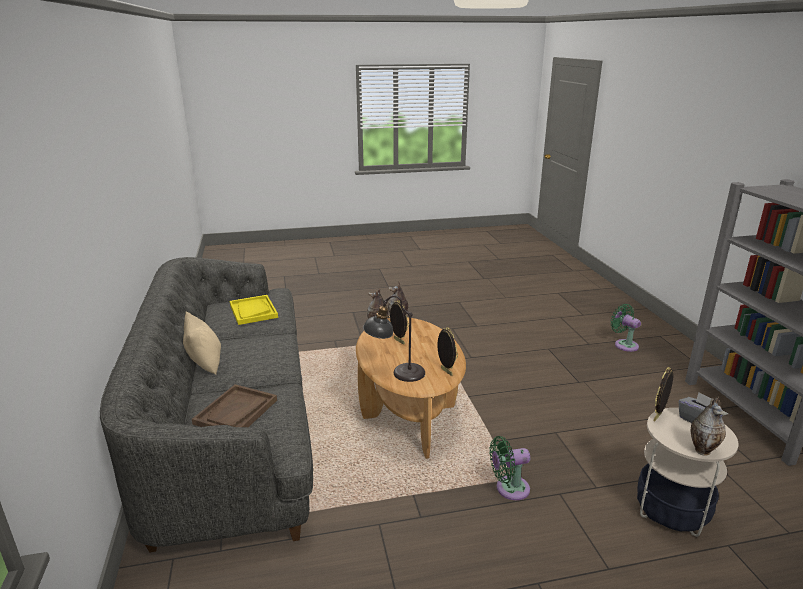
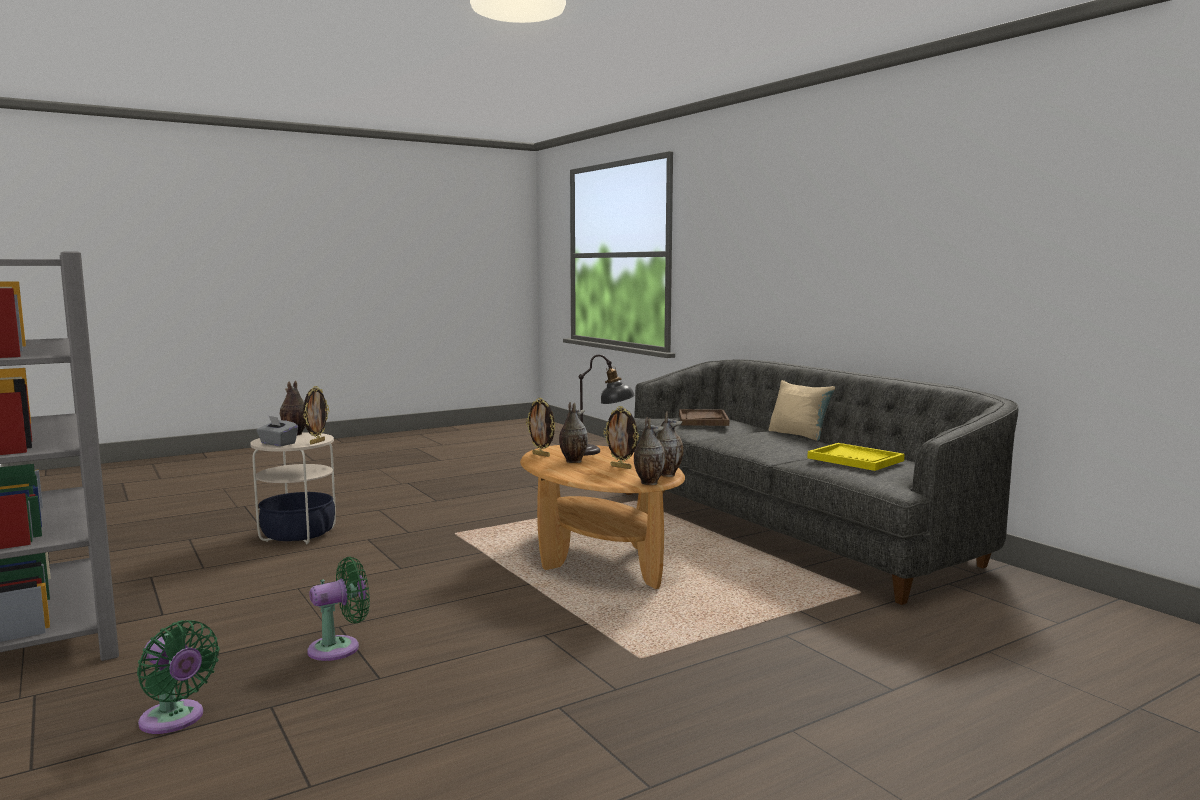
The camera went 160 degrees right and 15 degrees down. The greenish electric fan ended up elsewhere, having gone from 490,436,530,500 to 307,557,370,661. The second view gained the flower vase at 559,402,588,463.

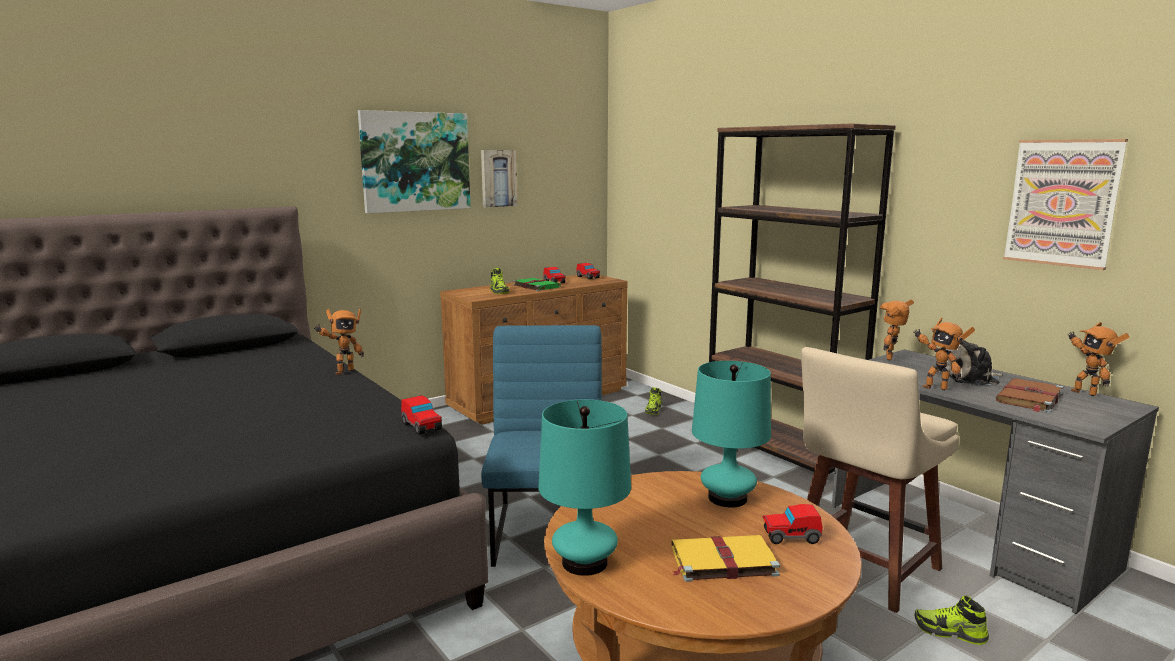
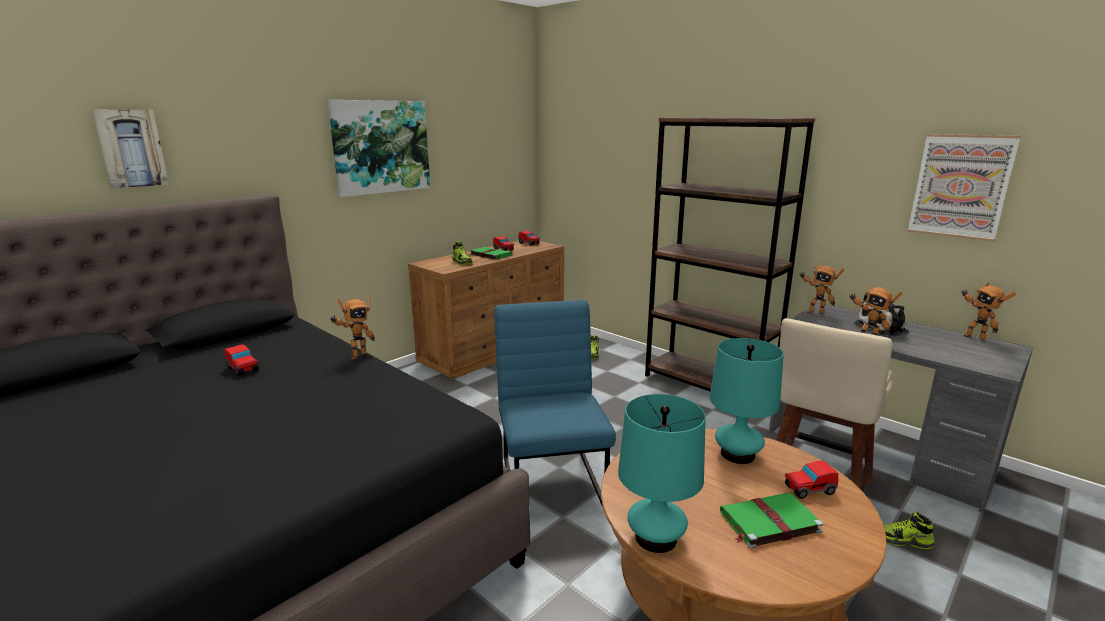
The camera went 10 degrees left and 5 degrees up. The wall picture ended up elsewhere, having gone from 481,150,518,208 to 92,110,169,189. The robot figure at 879,300,914,360 ended up facing another way, 90 degrees counterclockwise from before. The second view lost the brown bound book at 995,378,1064,413. The model car ended up elsewhere, having gone from 401,395,442,435 to 224,344,259,376. What was the yellowish bound book at 671,535,780,582 turned into the greenish bound book at 720,493,823,548.

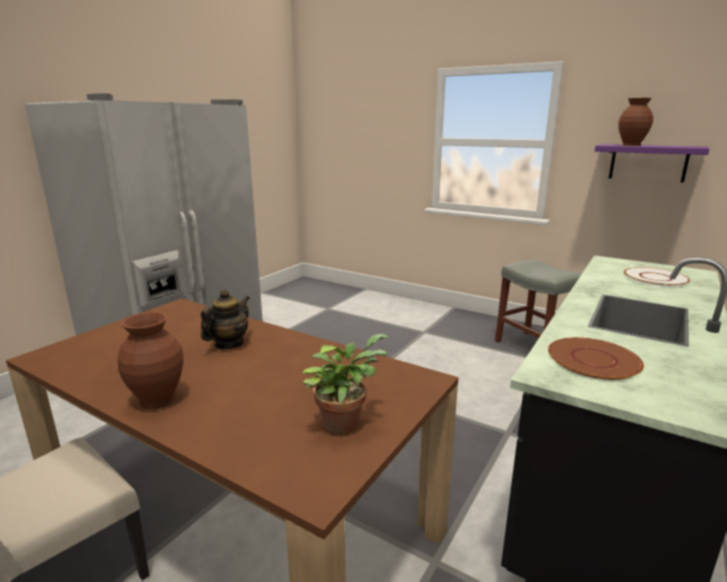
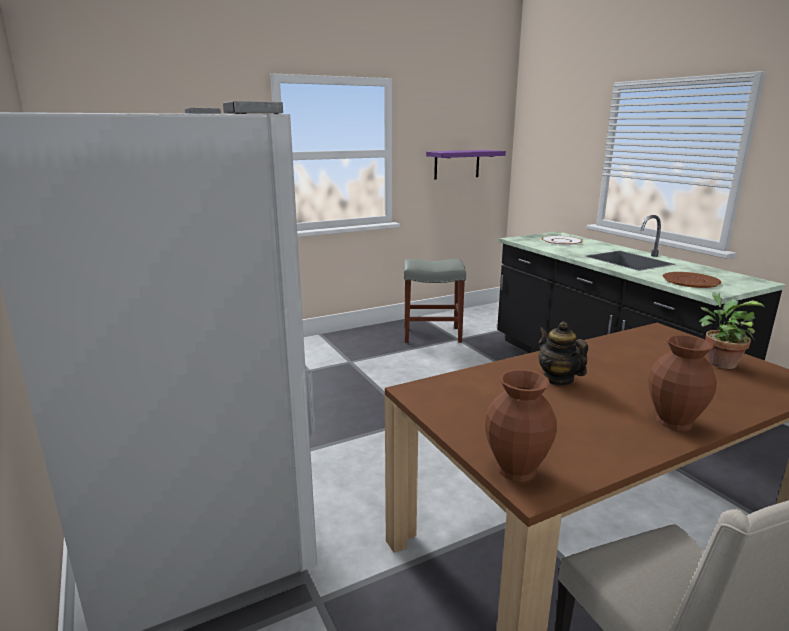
The camera went 60 degrees left and 0 degrees up. The brown flower vase ended up elsewhere, having gone from 618,98,653,146 to 485,369,557,482.

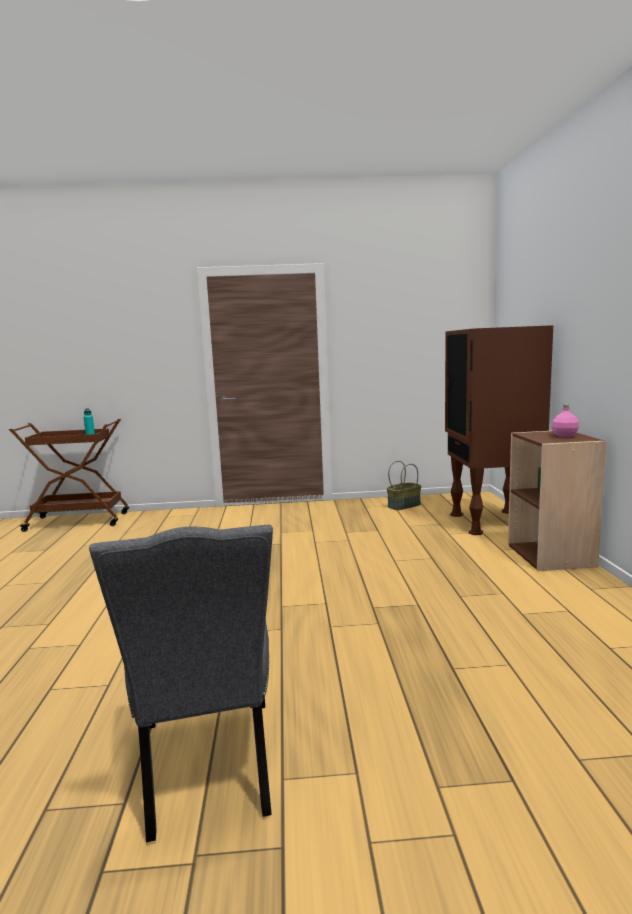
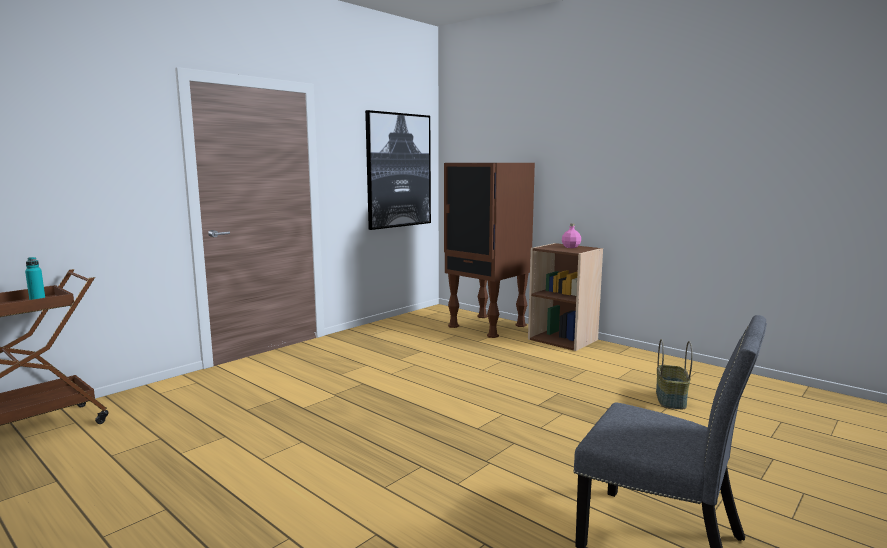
The camera went 45 degrees left and 0 degrees up. The household basket ended up elsewhere, having gone from 387,461,421,510 to 656,339,693,409. The second view gained the wall picture at 365,110,431,230.

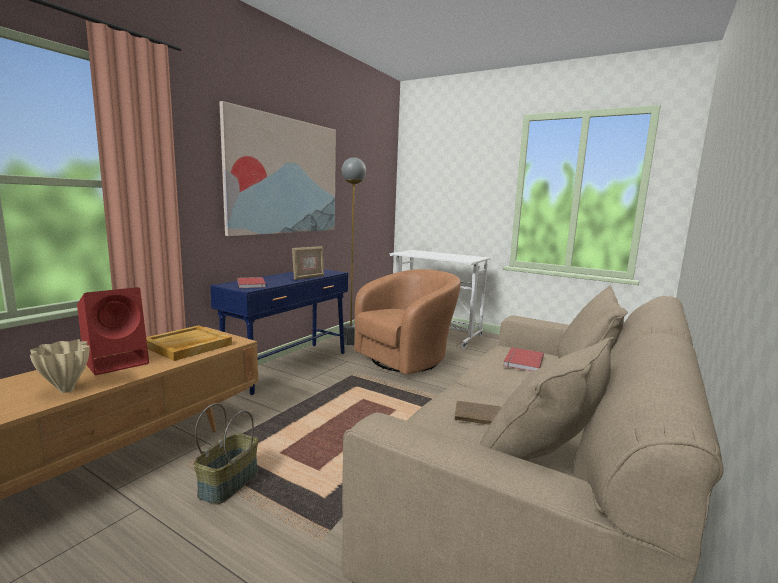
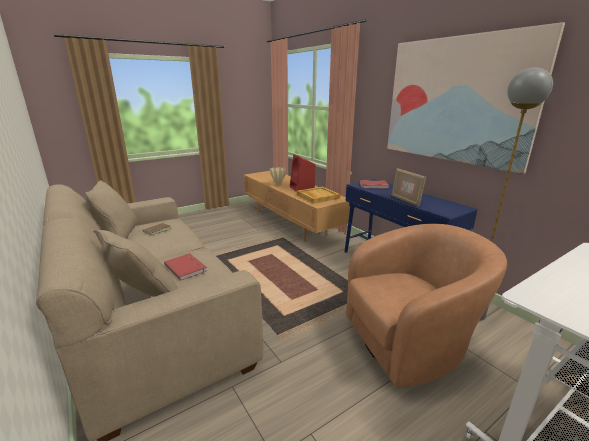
The camera went 115 degrees right and 10 degrees up. The brown armchair at 354,269,461,374 ended up facing another way, 90 degrees counterclockwise from before. The second view lost the household basket at 194,403,258,505.

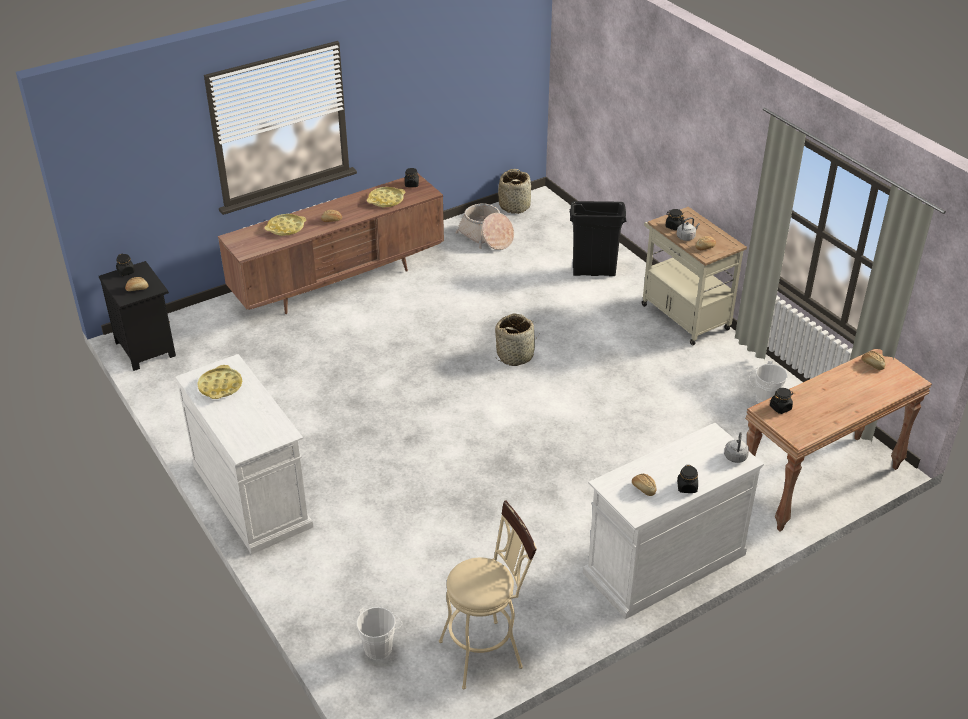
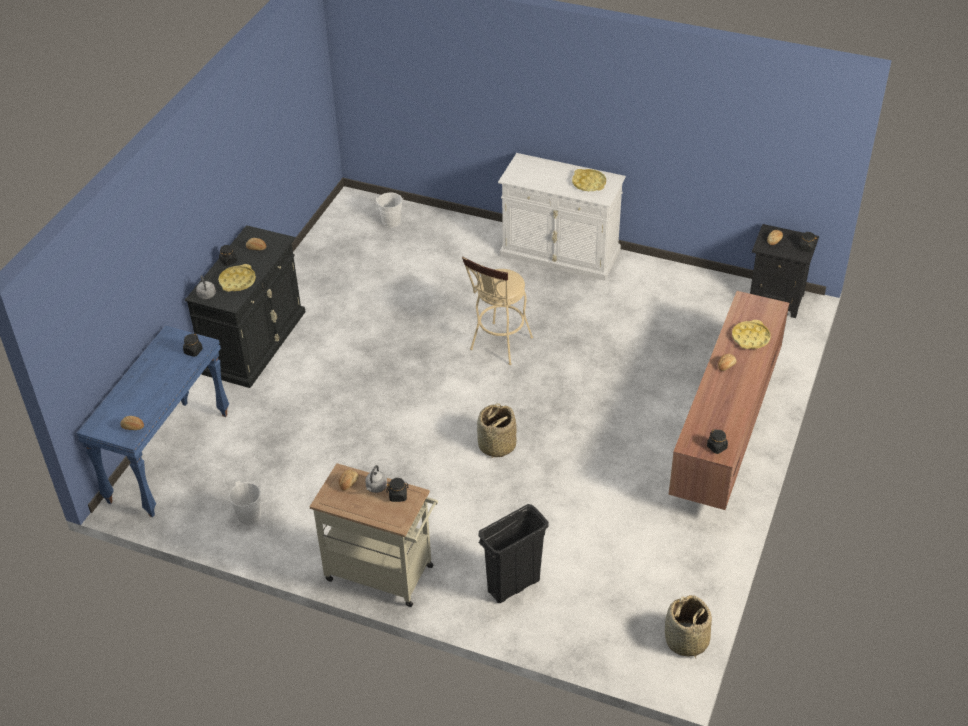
The camera went 145 degrees right and 5 degrees up. The yellowish carrying tray ended up elsewhere, having gone from 367,187,405,208 to 218,264,256,292. The second view lost the household basket at 455,203,514,250. What was the brown console table at 745,349,932,532 turned into the blue-coloured console table at 76,326,229,517. What was the white-coloured chest of drawers at 583,423,764,619 turned into the black chest of drawers at 185,225,305,388. The beige-coloured stool ended up elsewhere, having gone from 439,500,537,689 to 462,257,533,365.

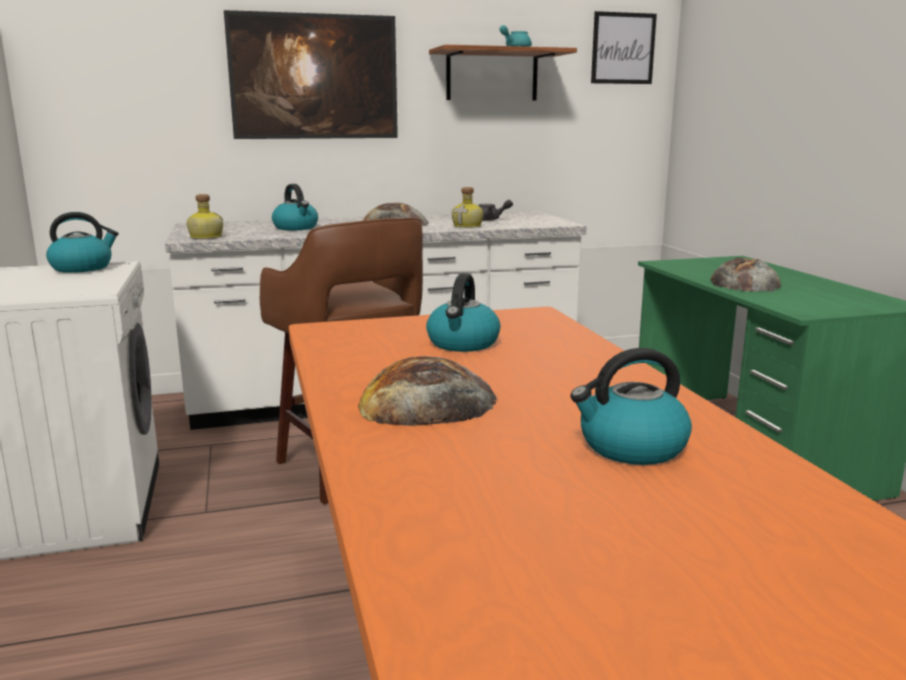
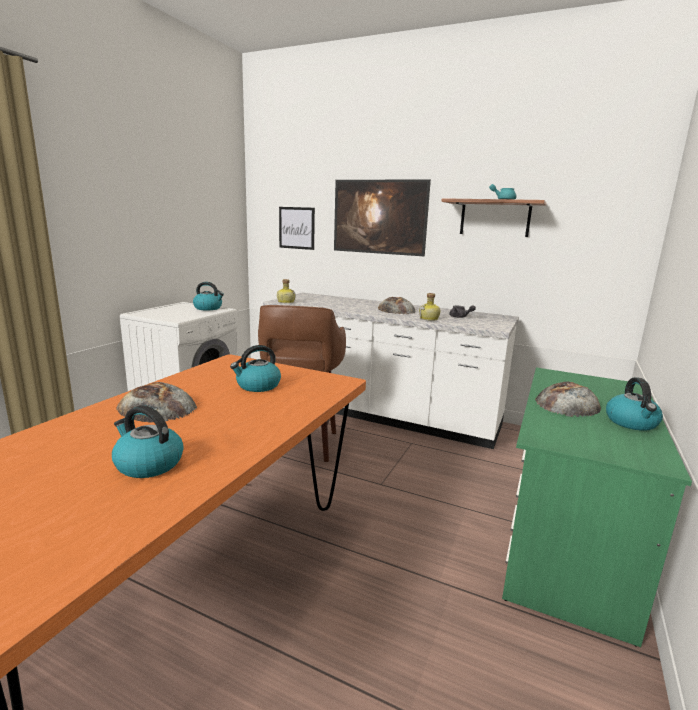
The camera went 40 degrees right and 0 degrees up. The wall picture ended up elsewhere, having gone from 591,11,657,84 to 279,207,315,250. The tea kettle ended up elsewhere, having gone from 272,184,318,230 to 606,377,663,431.

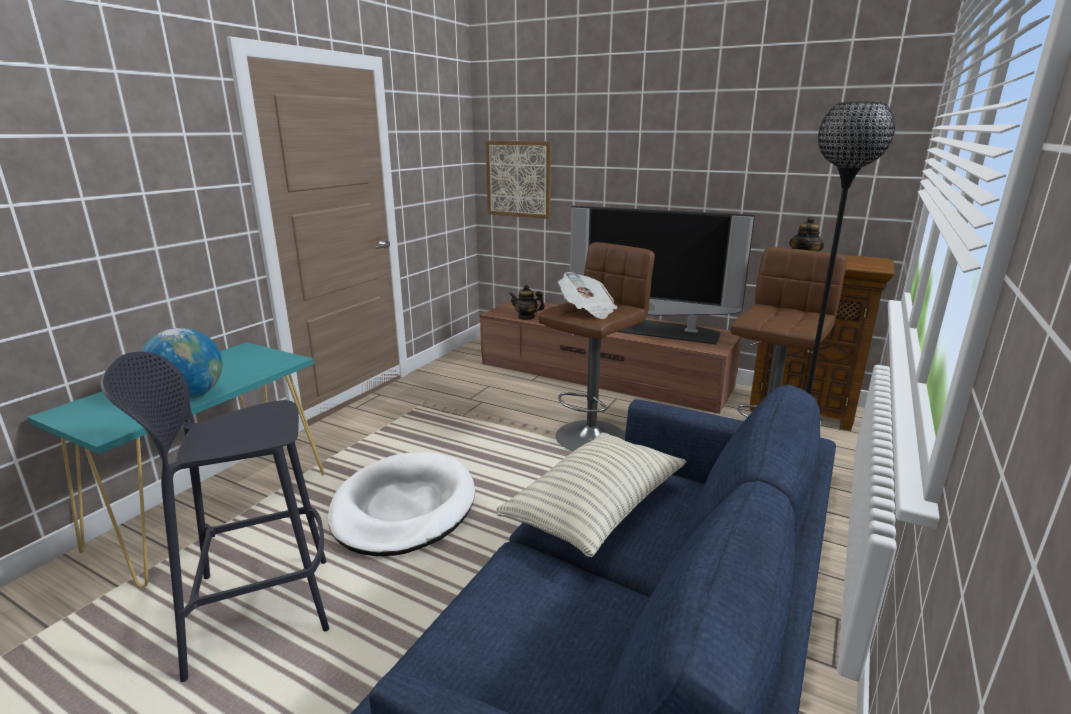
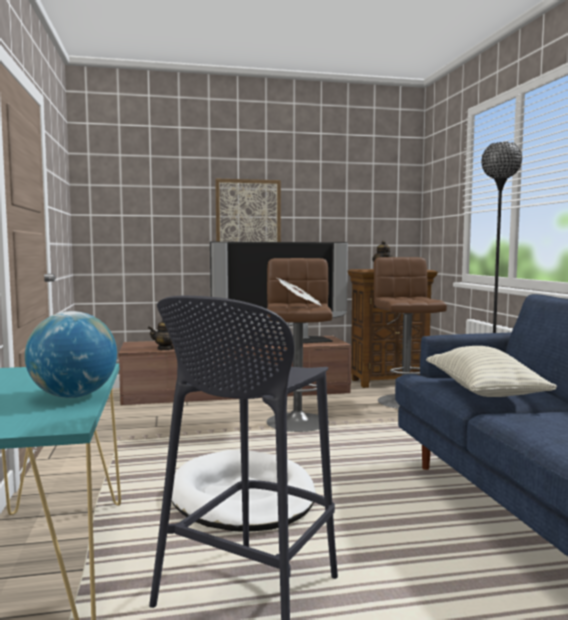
The camera went 40 degrees left and 15 degrees down. The wall picture ended up elsewhere, having gone from 486,140,551,219 to 215,179,281,242.

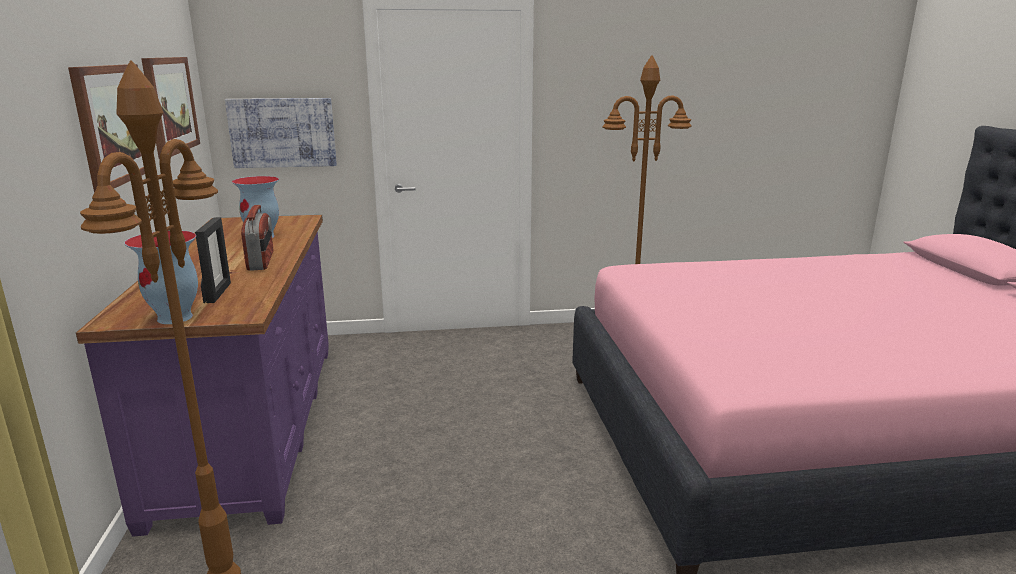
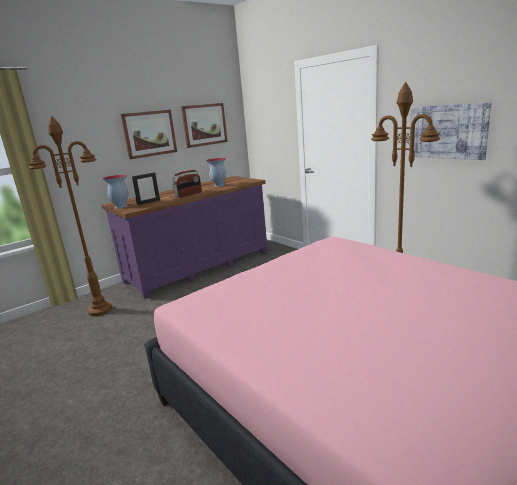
The camera went 60 degrees right and 0 degrees up. The wall picture ended up elsewhere, having gone from 225,98,337,168 to 409,102,491,160.

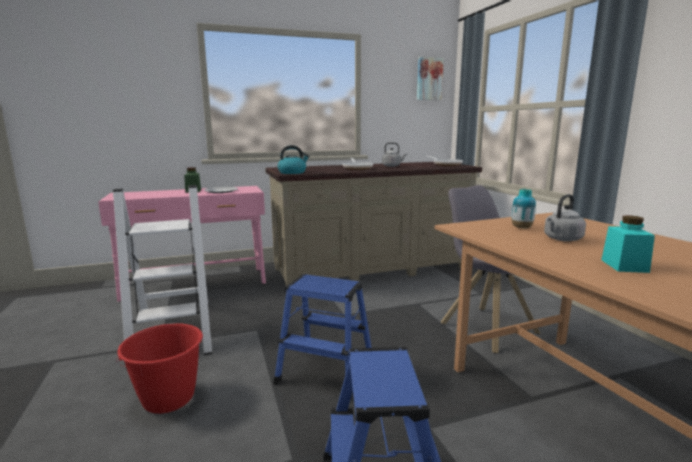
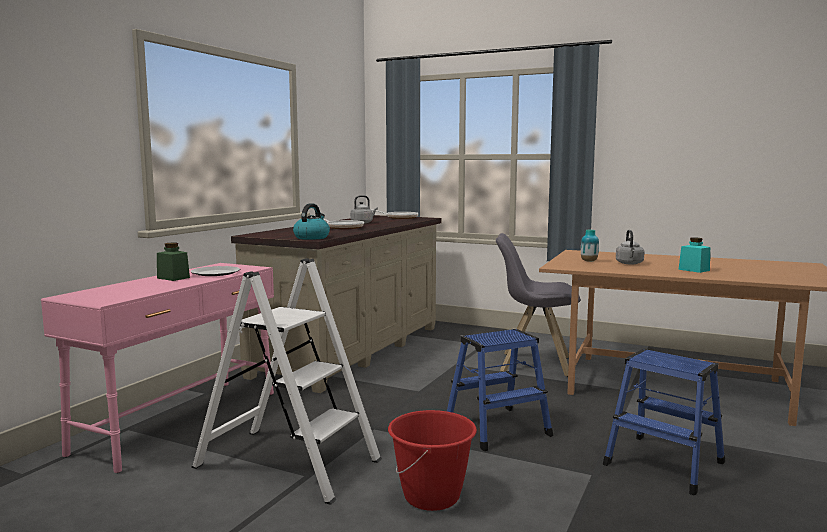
The camera went 45 degrees left and 5 degrees down. The second view lost the wall picture at 417,57,444,100.

